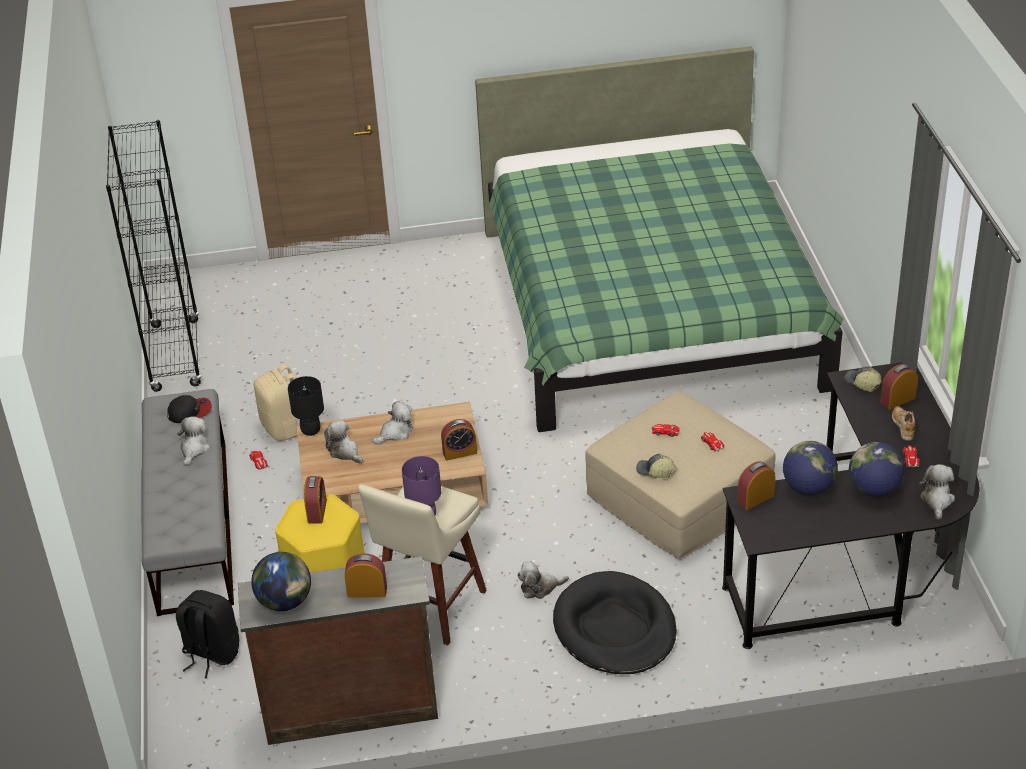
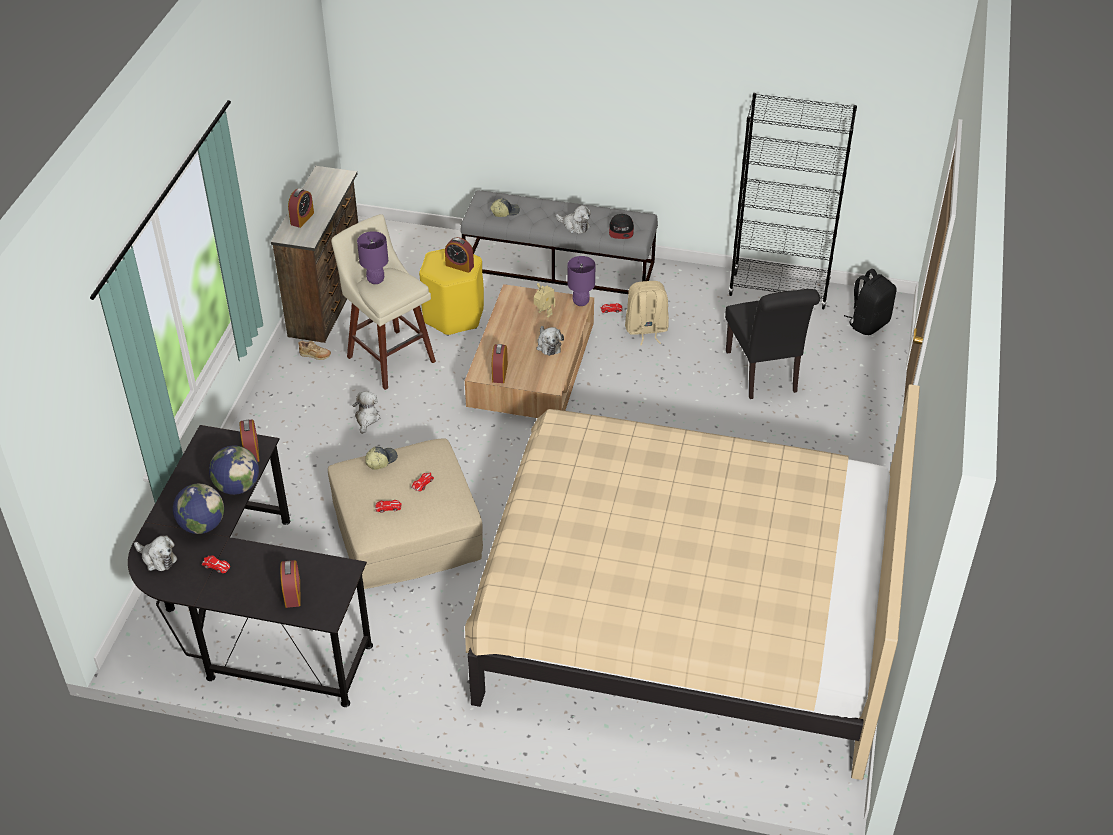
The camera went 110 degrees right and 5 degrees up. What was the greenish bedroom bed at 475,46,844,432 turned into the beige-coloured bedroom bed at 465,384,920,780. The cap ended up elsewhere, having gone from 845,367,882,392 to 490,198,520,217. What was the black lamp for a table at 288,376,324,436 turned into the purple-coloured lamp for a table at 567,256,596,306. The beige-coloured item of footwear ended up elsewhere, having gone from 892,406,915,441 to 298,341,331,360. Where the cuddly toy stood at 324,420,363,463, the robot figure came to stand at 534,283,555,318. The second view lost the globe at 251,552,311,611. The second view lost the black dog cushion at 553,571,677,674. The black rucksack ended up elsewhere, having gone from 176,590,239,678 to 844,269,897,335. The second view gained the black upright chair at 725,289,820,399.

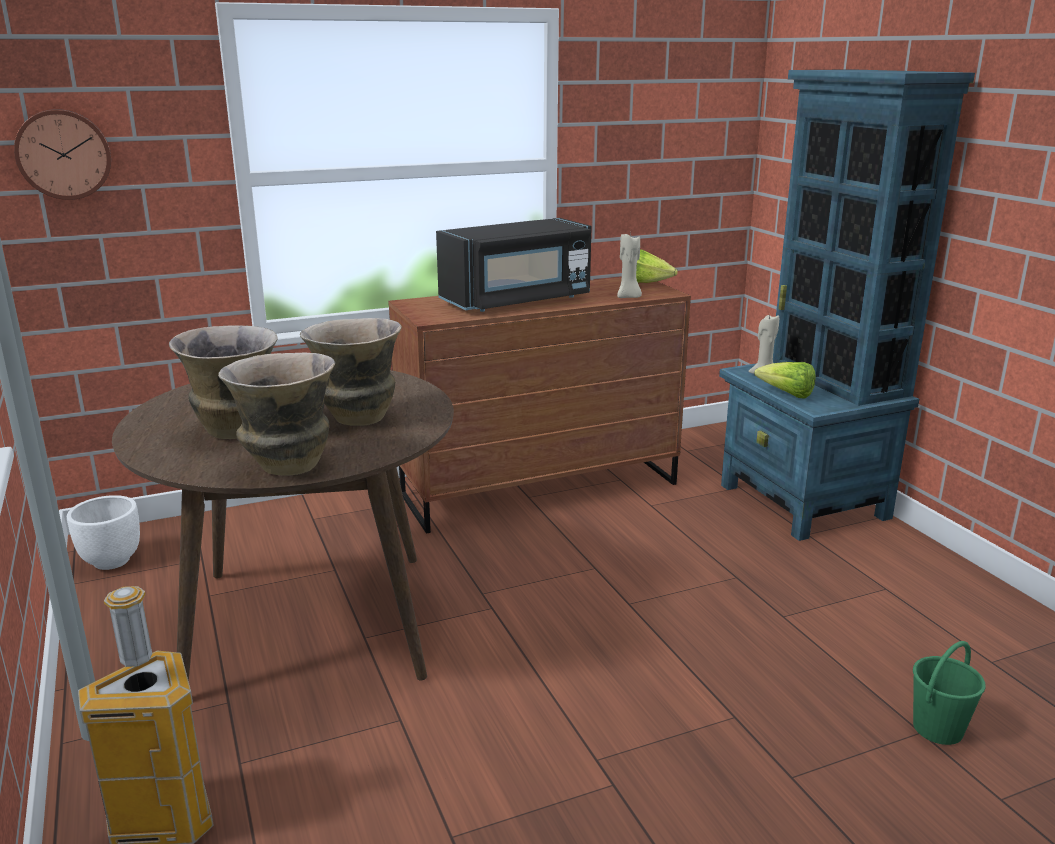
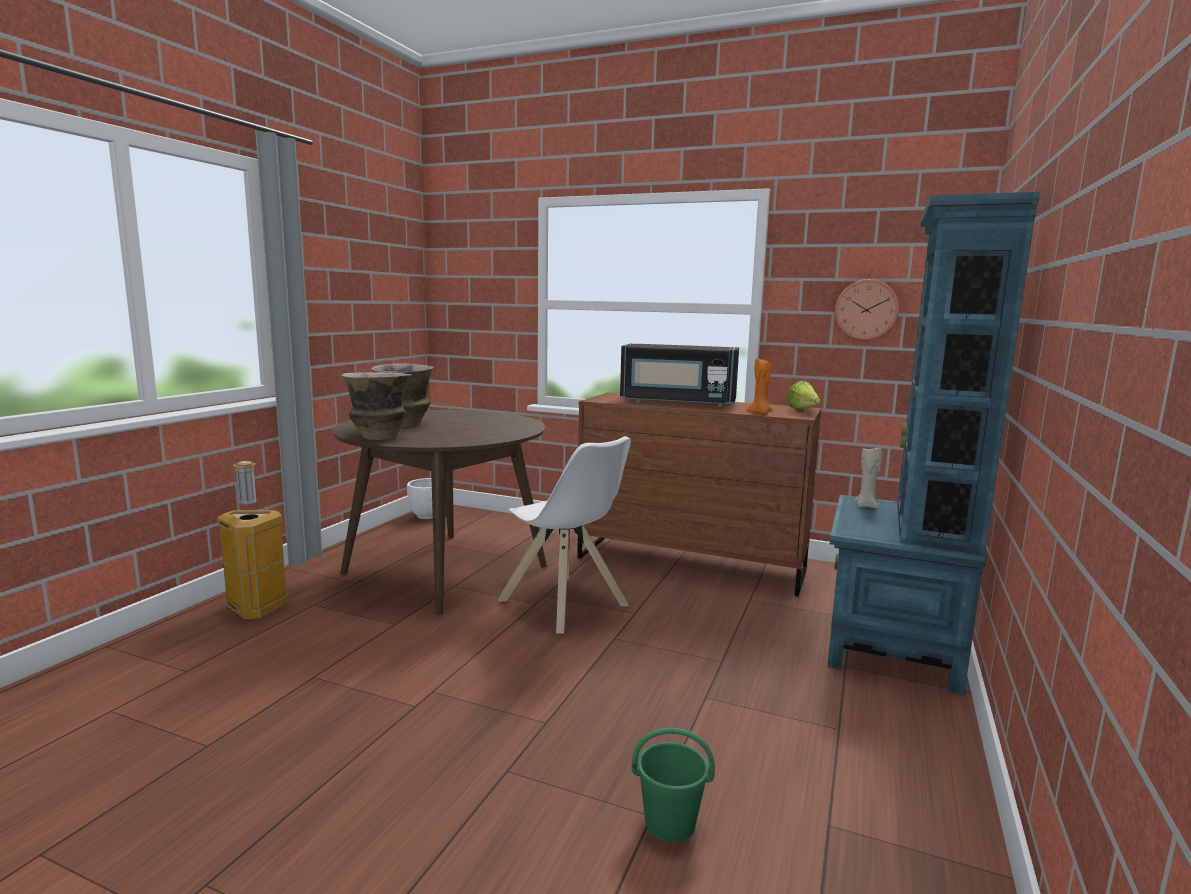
The camera went 45 degrees right and 10 degrees down. The hanging clock ended up elsewhere, having gone from 14,109,111,200 to 835,279,899,341. What was the beige-coloured wax light at 617,234,642,298 turned into the orange-coloured wax light at 747,358,773,414. The second view lost the flower vase at 300,318,402,426. The second view lost the lettuce head at 754,362,816,399. The second view gained the white-coloured upright chair at 498,436,631,634.

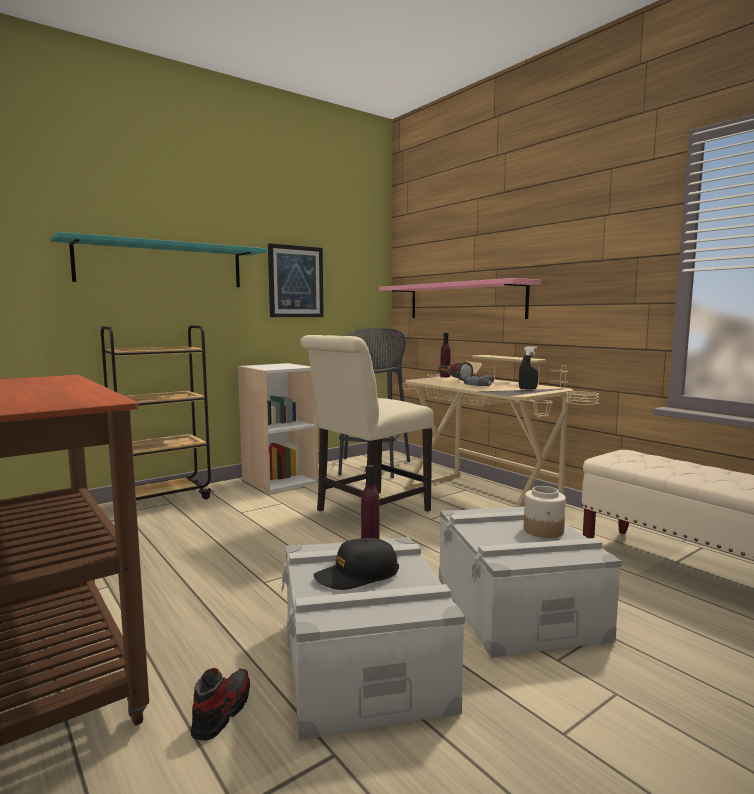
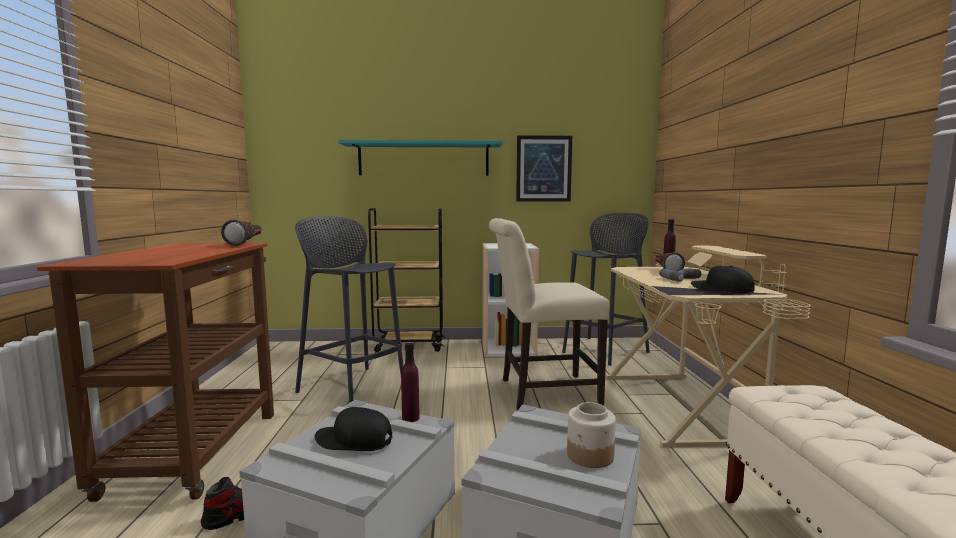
The camera went 35 degrees right and 0 degrees up. The second view lost the pink shelf at 379,278,542,319. Where the black sprayer stood at 519,346,539,390, the black cap came to stand at 691,265,755,293. The second view gained the grey stool at 295,216,403,403. The second view gained the torch at 221,219,262,246.

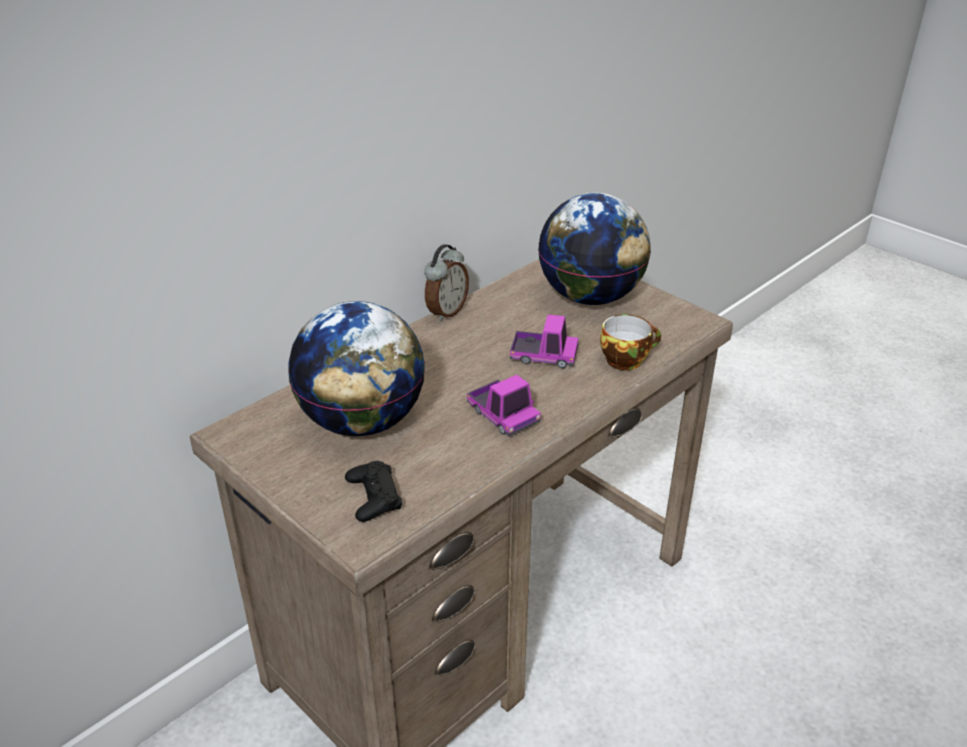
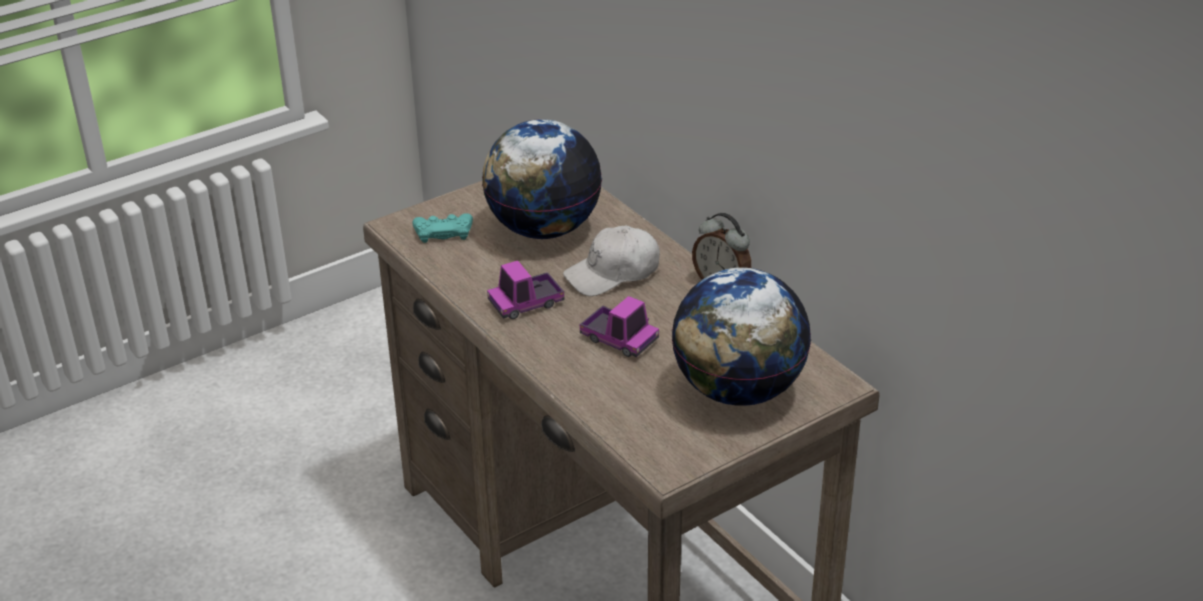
The camera went 100 degrees right and 0 degrees up. The toy truck at 510,314,578,368 ended up facing another way, 75 degrees counterclockwise from before. The second view lost the drinking cup at 600,314,661,371. What was the black gamepad at 345,461,402,522 turned into the turquoise-coloured gamepad at 412,213,473,243. The second view gained the white-coloured cap at 563,225,660,296.

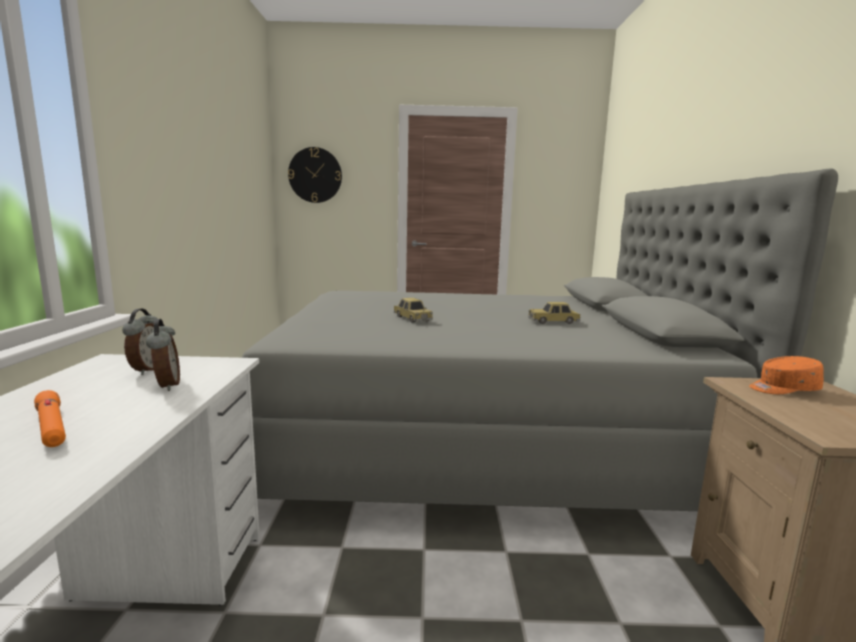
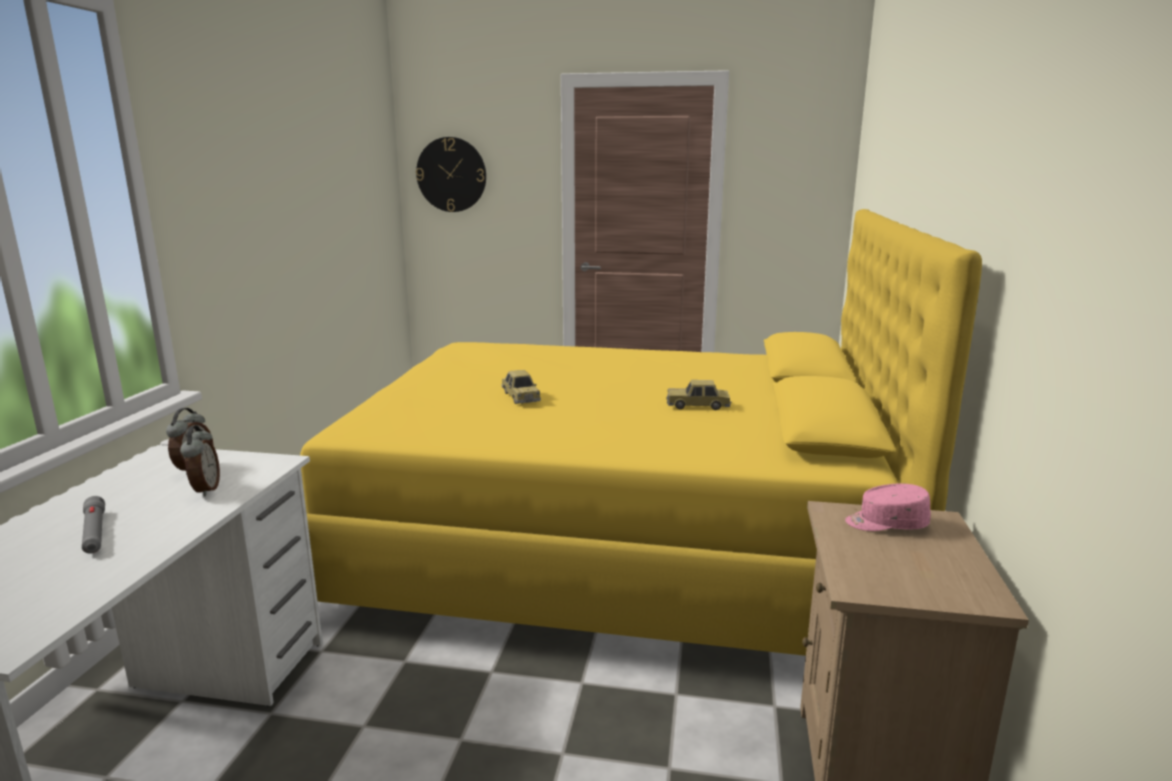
The camera went 10 degrees right and 5 degrees up. What was the grey bedroom bed at 241,169,838,511 turned into the yellowish bedroom bed at 300,209,982,656. What was the orange-coloured cap at 749,356,824,394 turned into the pink cap at 845,483,931,531. What was the orange-coloured torch at 34,390,66,447 turned into the grey torch at 82,496,105,554.

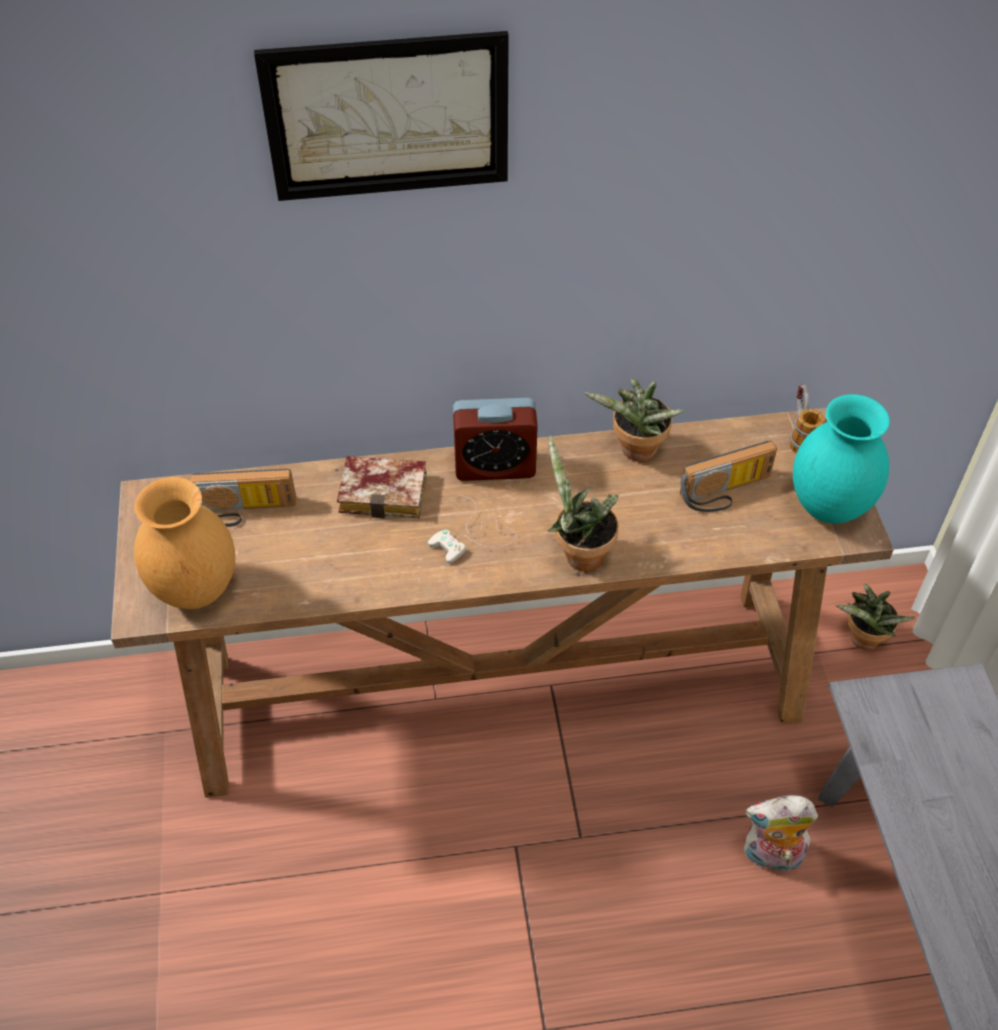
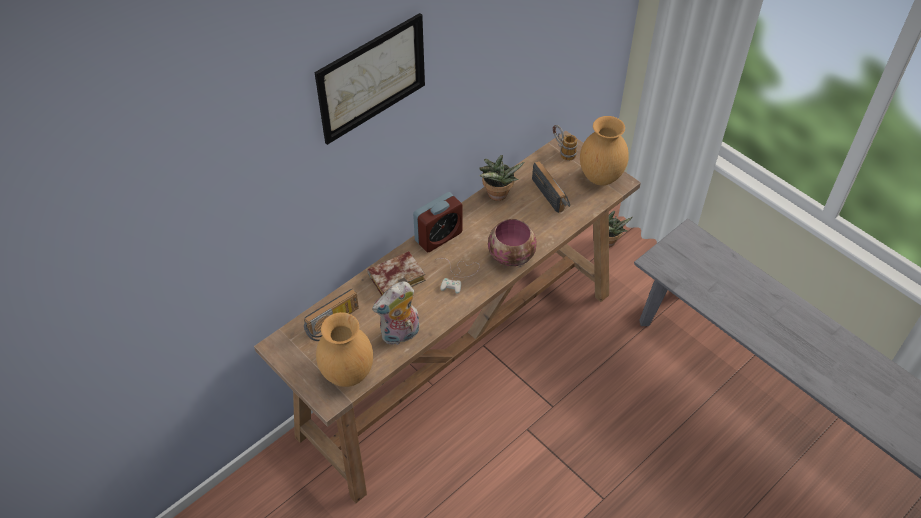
The camera went 35 degrees left and 0 degrees up. What was the turquoise-coloured flower vase at 793,394,890,524 turned into the brown flower vase at 580,116,629,185. Where the potted plant stood at 548,436,619,571, the bowl came to stand at 488,219,537,266. The radio at 680,441,777,512 ended up facing another way, 60 degrees counterclockwise from before. The cuddly toy ended up elsewhere, having gone from 744,795,818,872 to 372,281,419,345.

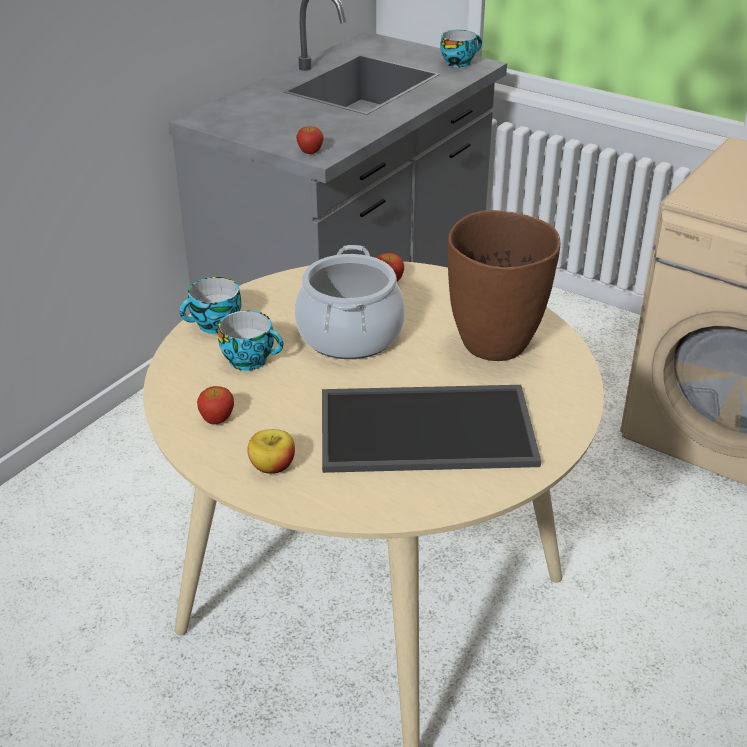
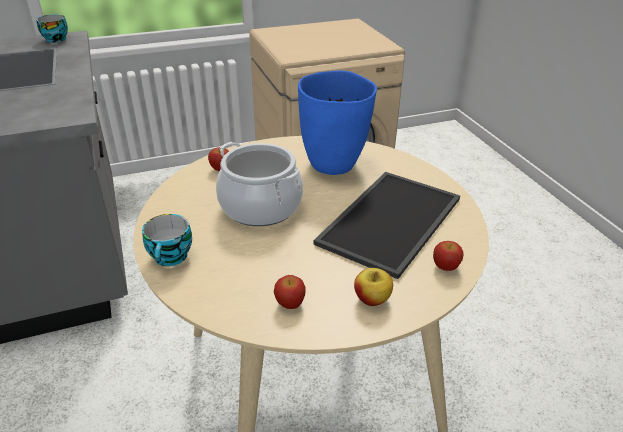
The camera went 55 degrees left and 0 degrees up. The apple ended up elsewhere, having gone from 296,126,324,154 to 433,241,464,271. What was the brown flower vase at 448,210,560,361 turned into the blue-coloured flower vase at 298,70,377,175. The second view lost the drinking cup at 218,310,283,371.

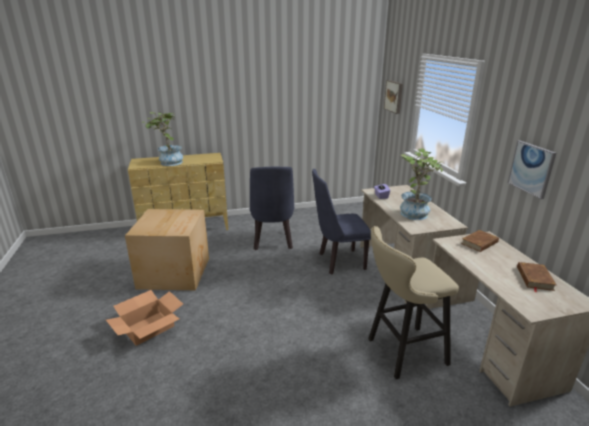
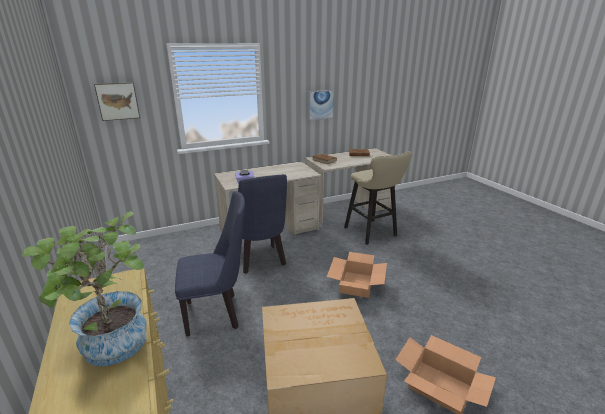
The camera went 100 degrees left and 0 degrees up. The second view lost the potted plant at 400,148,445,220. The second view gained the cardboard box at 327,252,387,298.

